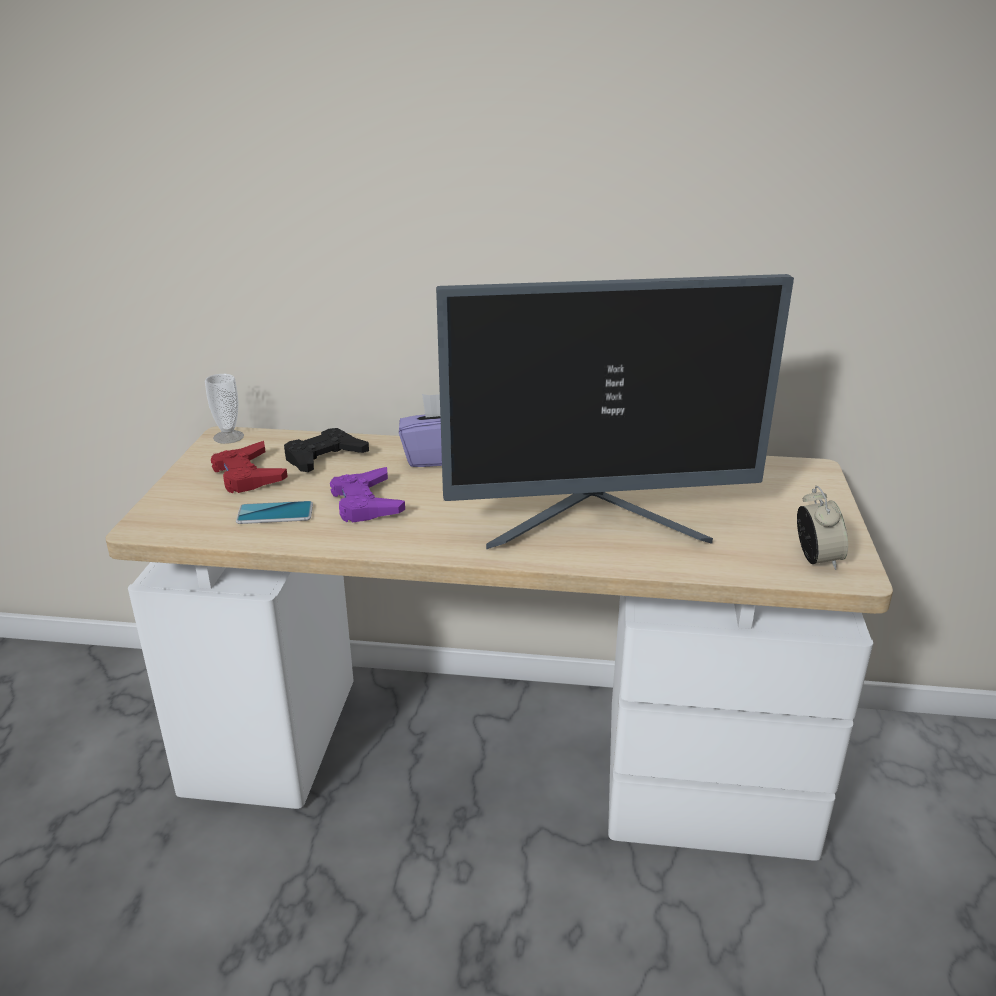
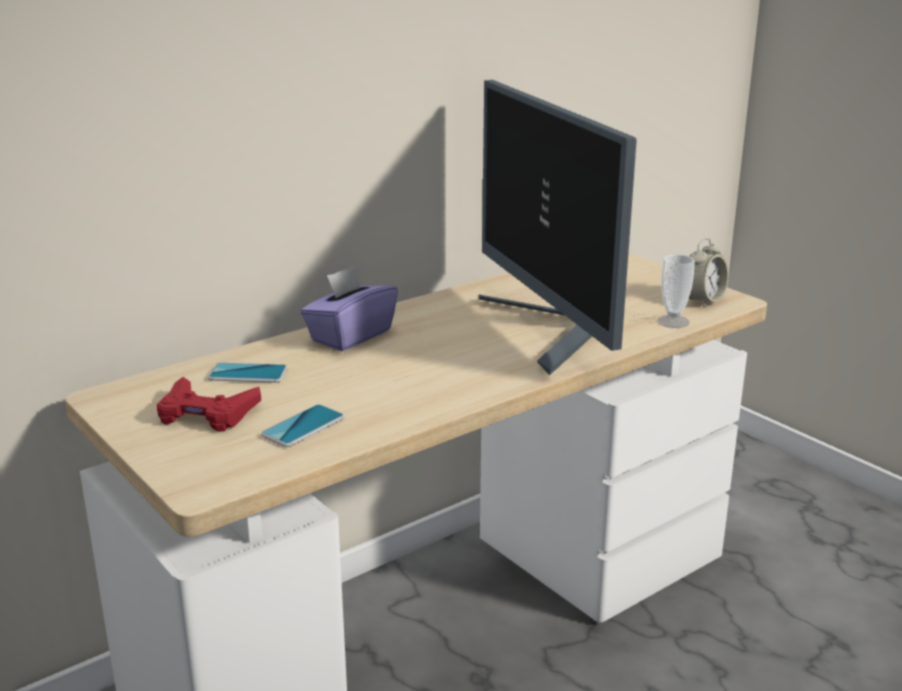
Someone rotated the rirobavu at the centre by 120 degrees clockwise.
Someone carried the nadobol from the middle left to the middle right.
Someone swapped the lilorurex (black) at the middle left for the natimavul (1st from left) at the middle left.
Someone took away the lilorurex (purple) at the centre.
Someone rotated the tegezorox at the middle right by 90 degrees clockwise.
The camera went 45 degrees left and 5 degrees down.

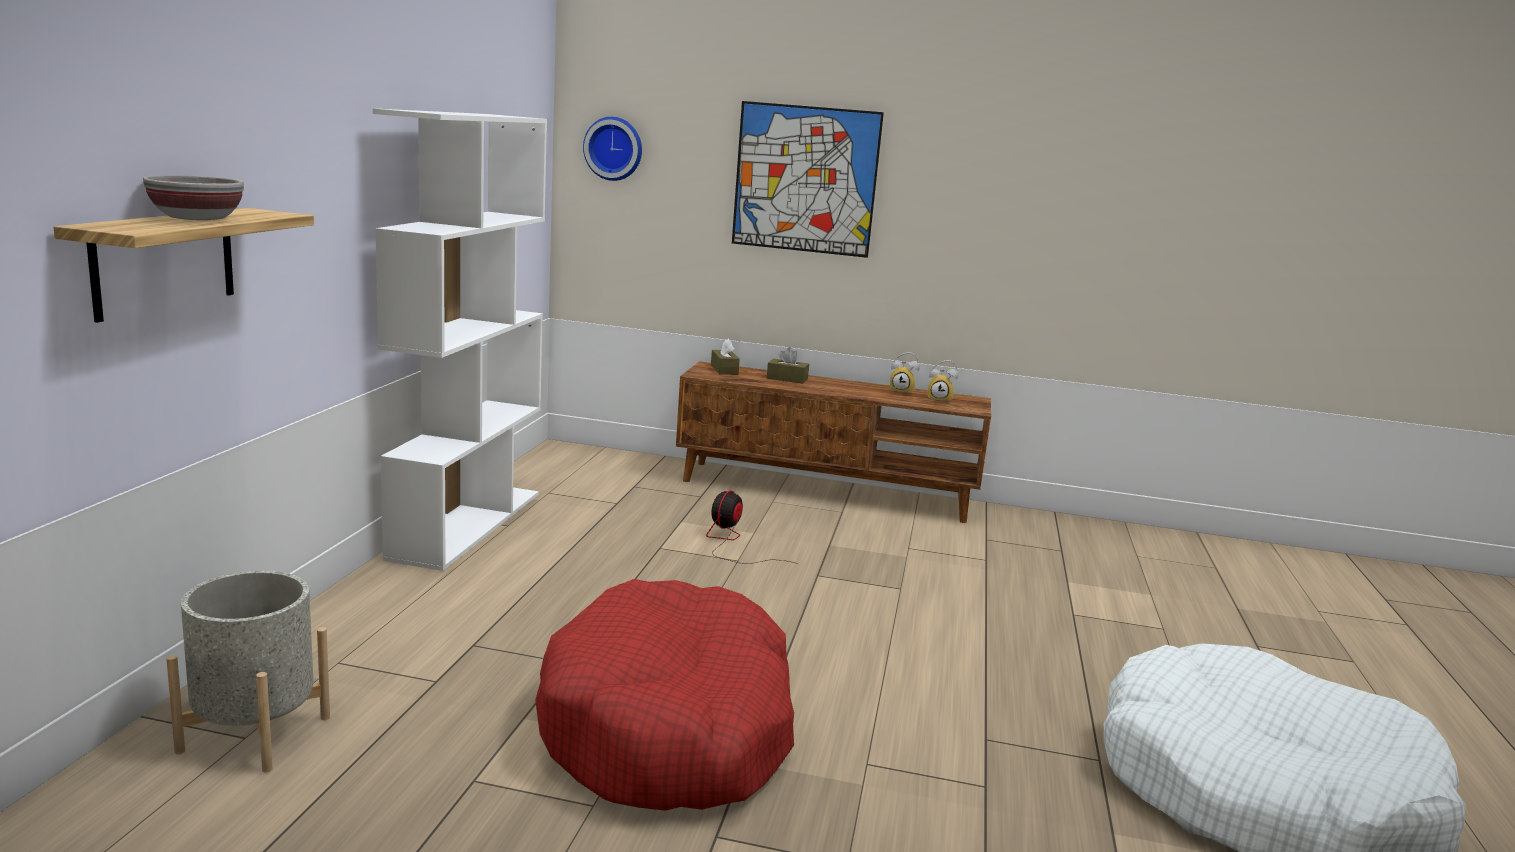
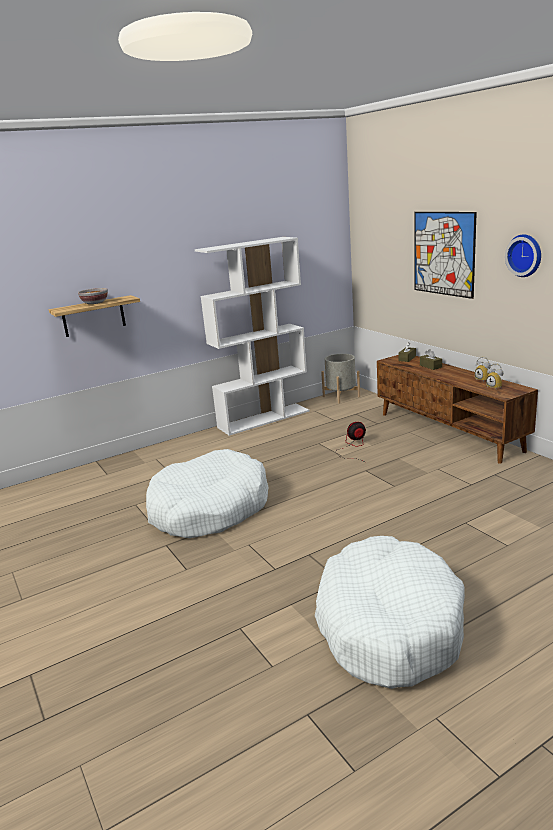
Someone carried the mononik from the top centre to the top right.
Someone carried the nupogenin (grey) from the bottom left to the centre.
Someone repainted the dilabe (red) at the bottom centre, which became the dilabe (white) (1st from left) at the centre.
The camera went 50 degrees right and 5 degrees up.

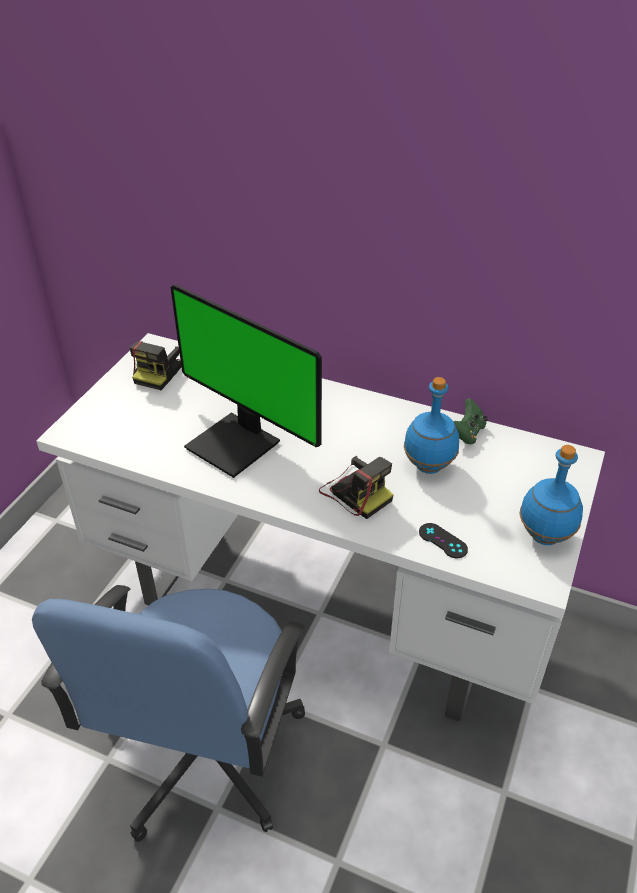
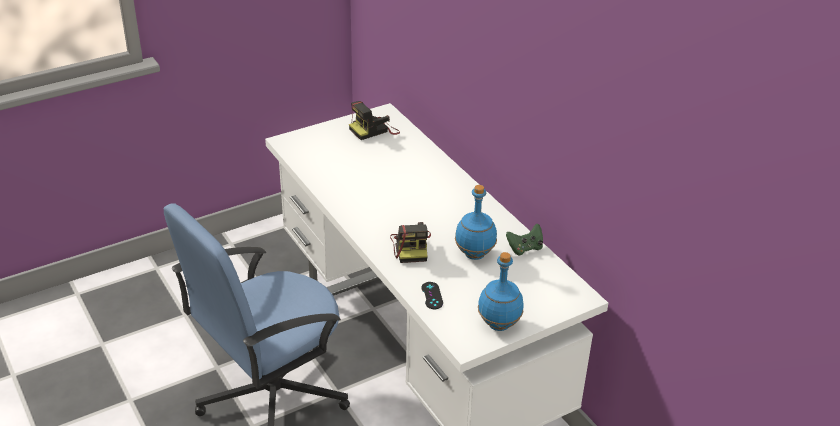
Someone took away the rirobavu at the centre.
The camera went 35 degrees right and 5 degrees down.

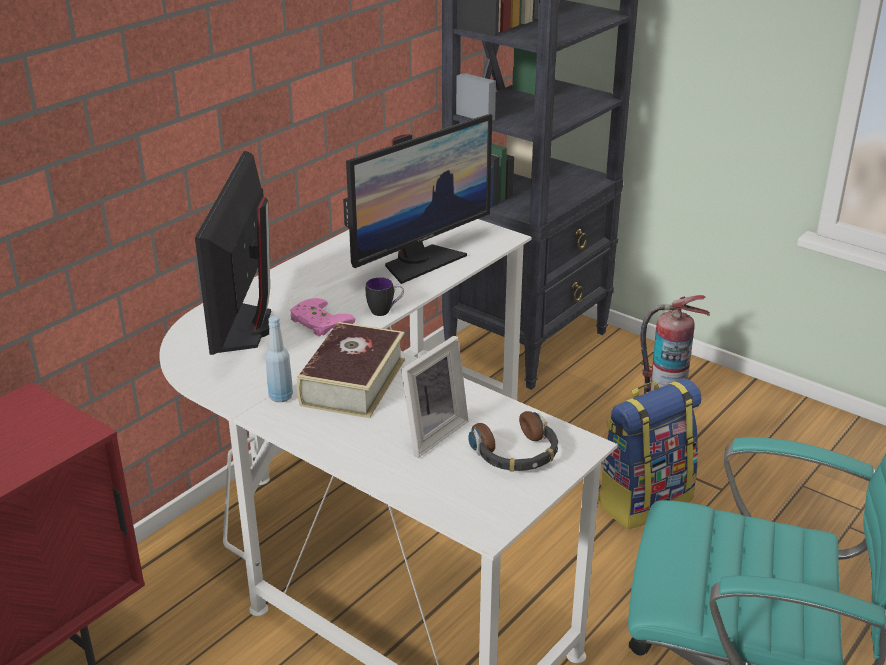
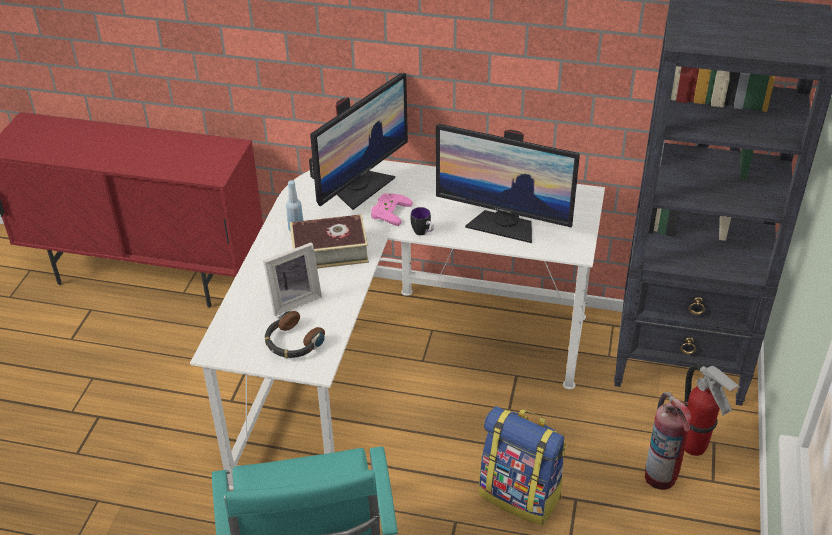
Someone rotated the rirobavu (1st from left) at the middle left by 150 degrees clockwise.
Someone rotated the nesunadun at the centre by 45 degrees counterclockwise.
Someone put down the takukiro (2nd from left) at the bottom right.
The camera went 65 degrees right and 10 degrees up.

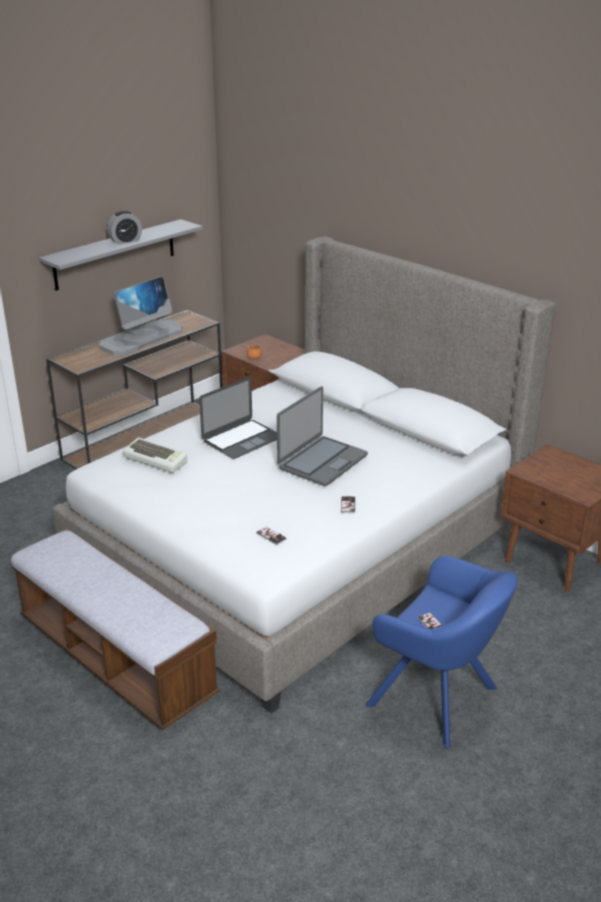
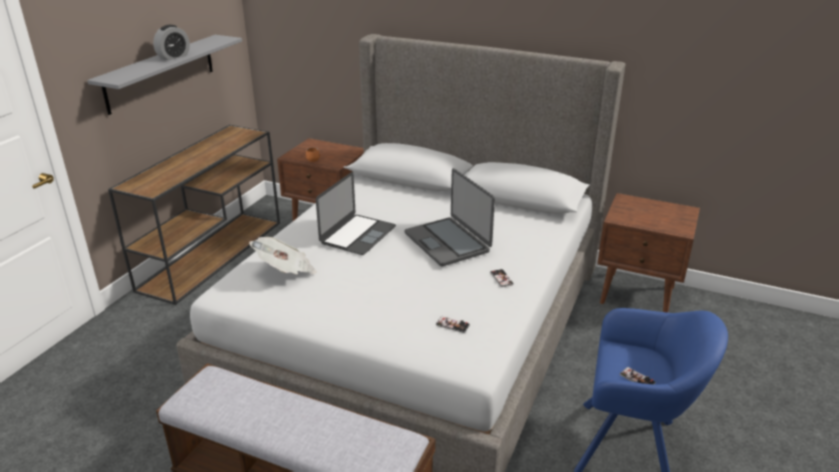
Someone took away the rirobavu at the middle left.
Someone rotated the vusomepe (2nd from left) at the centre by 135 degrees clockwise.
Someone swapped the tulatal at the middle left for the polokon at the centre.
The camera went 20 degrees left and 0 degrees up.

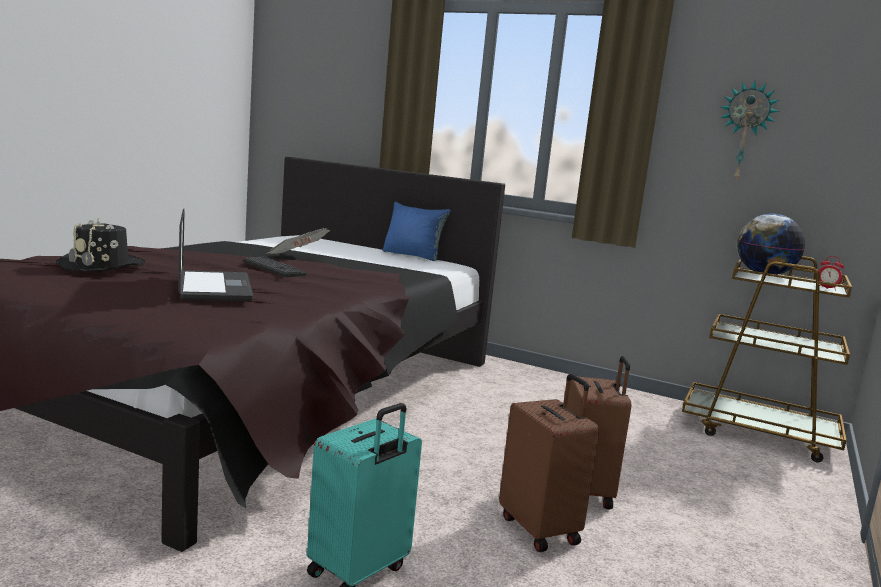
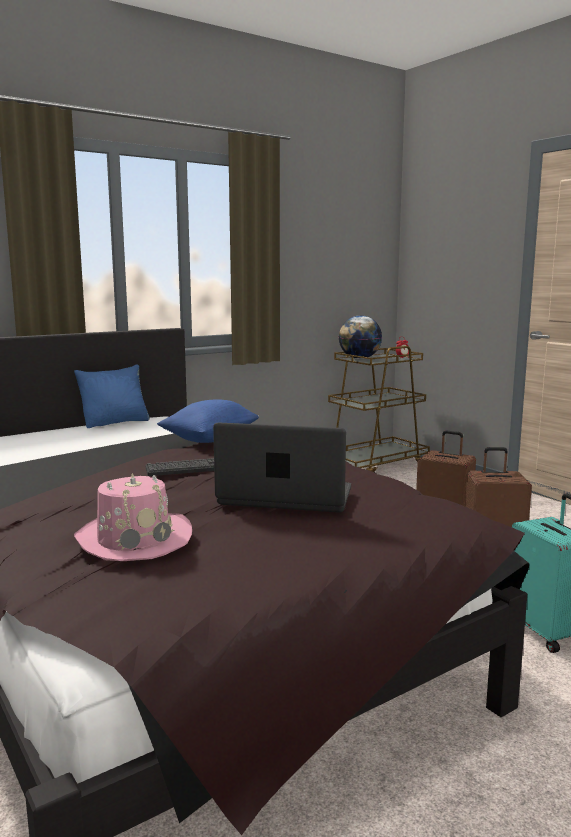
Someone took away the mononik at the top right.
Someone repainted the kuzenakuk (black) at the middle left, which became the kuzenakuk (pink) at the middle left.
Someone took away the polokon at the centre.
Someone put down the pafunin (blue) (2nd from left) at the centre.
The camera went 60 degrees left and 0 degrees up.

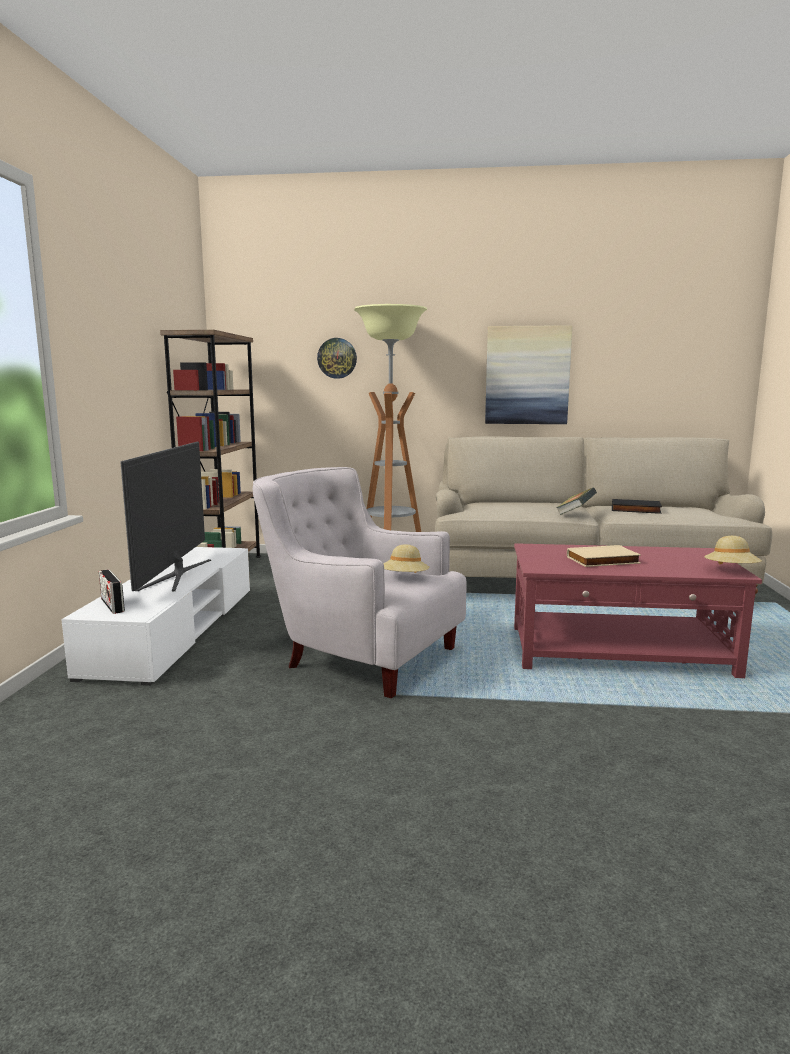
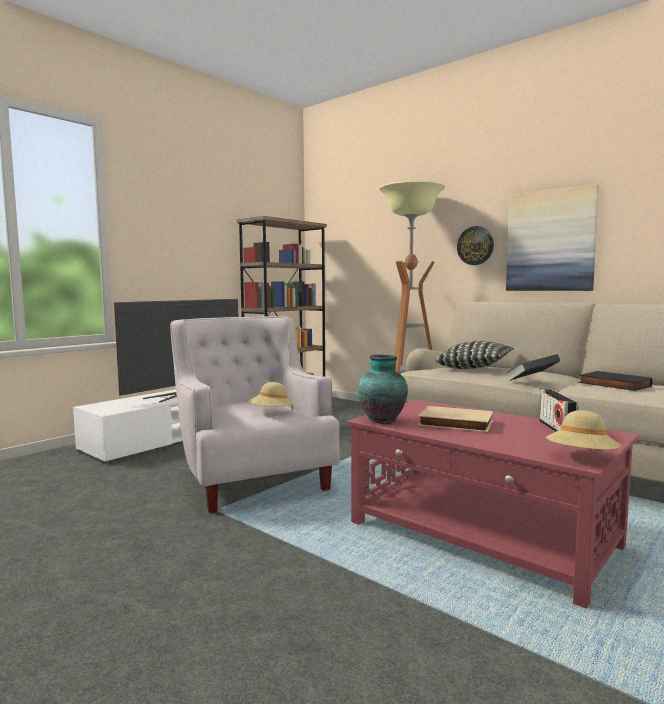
Someone carried the mononik from the centre to the middle right.
Someone carried the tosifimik from the middle left to the middle right.
Someone put down the pafunin at the middle right.
Someone put down the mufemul at the centre.
The camera went 35 degrees right and 5 degrees down.

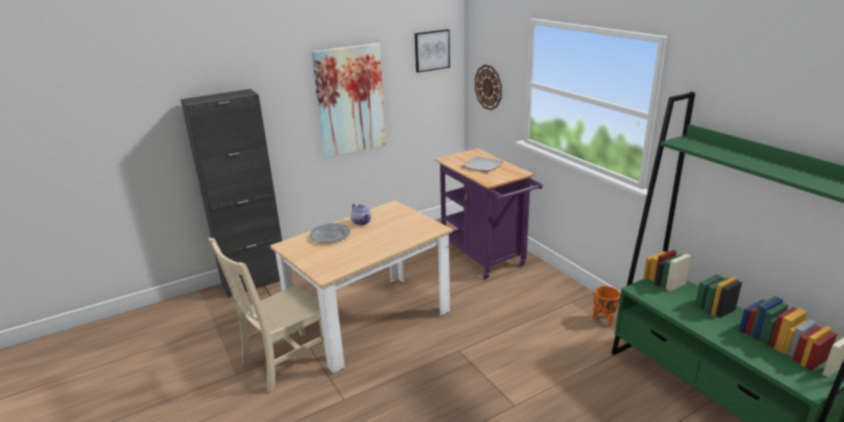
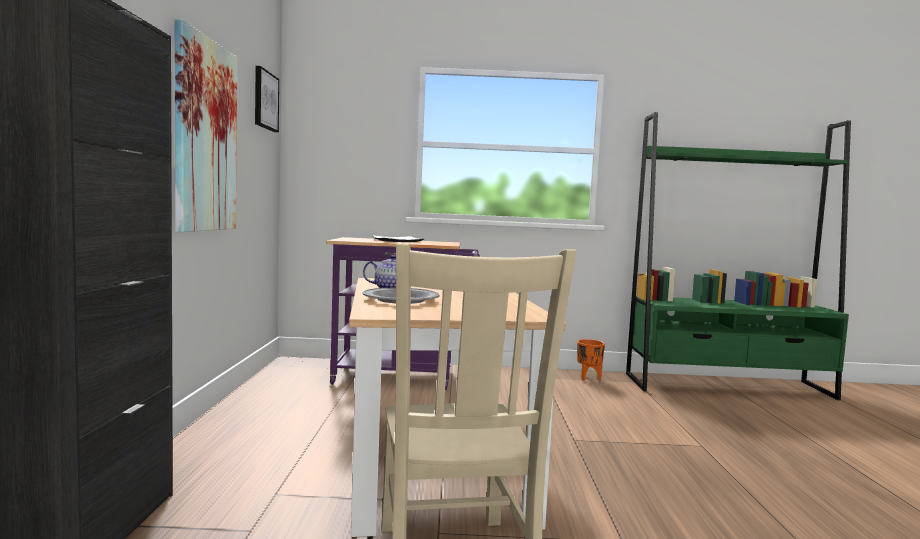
Someone took away the mononik at the top centre.
The camera went 60 degrees left and 20 degrees down.

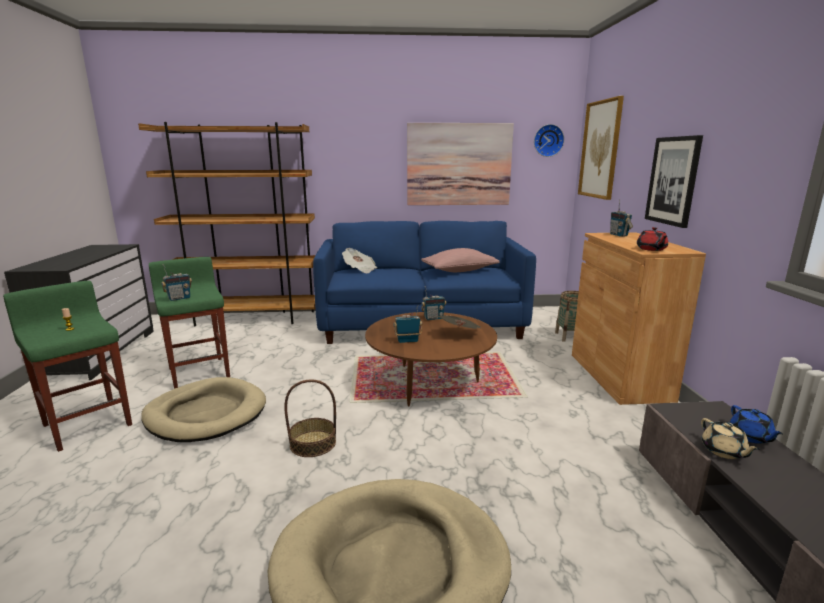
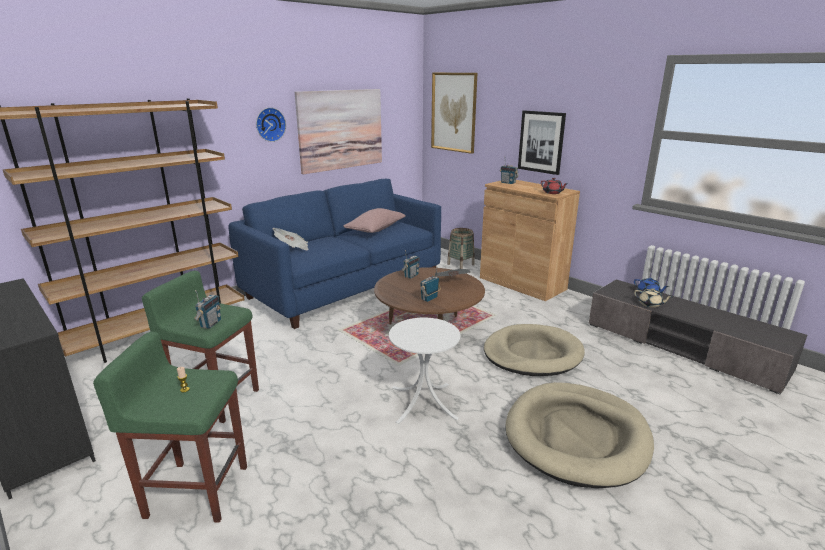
Someone carried the mononik from the top centre to the top left.
Someone carried the dilabe (beige) (1st from left) from the bottom left to the centre.
Someone swapped the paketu (1st from left) at the bottom centre for the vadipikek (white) at the bottom centre.
The camera went 40 degrees left and 5 degrees up.

